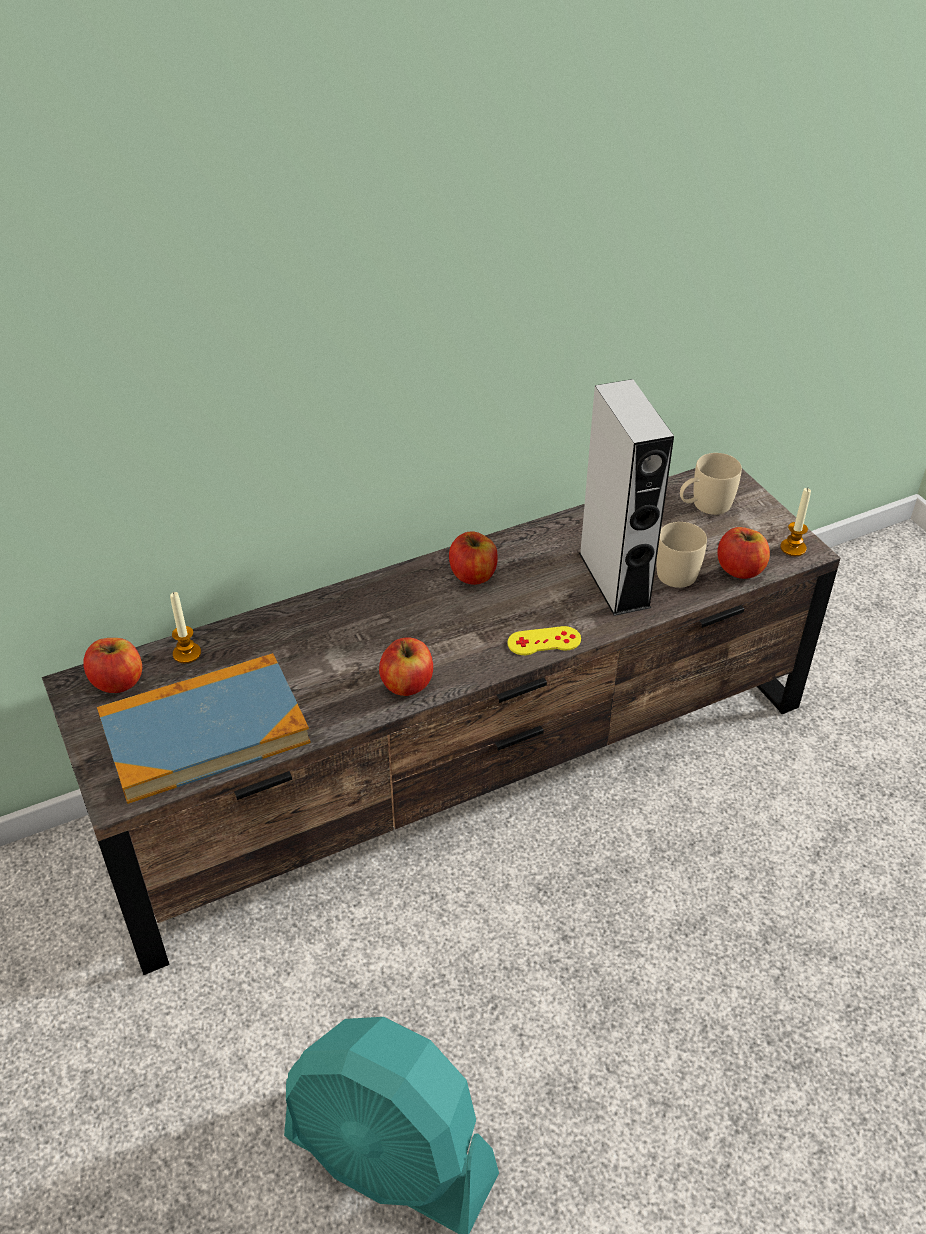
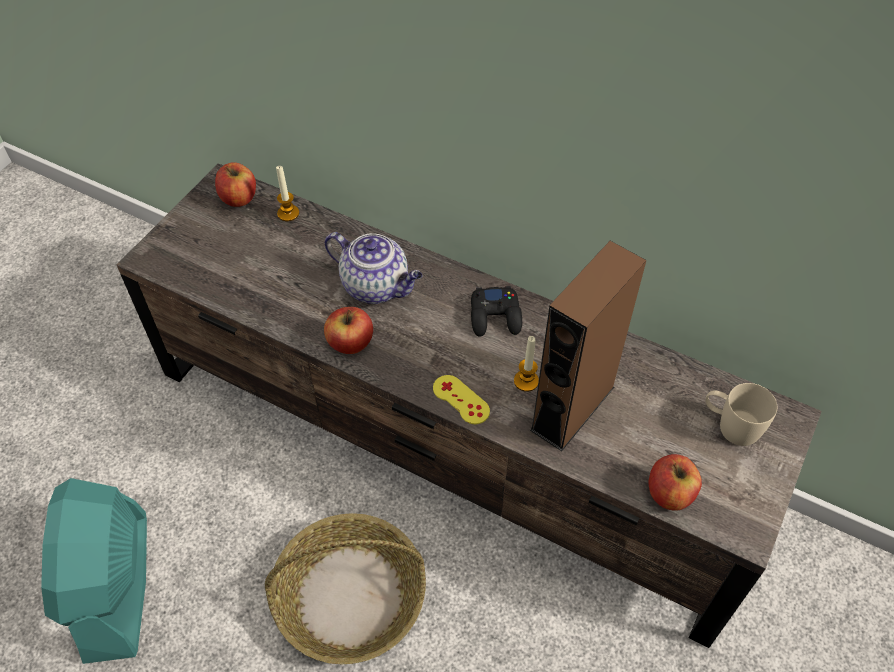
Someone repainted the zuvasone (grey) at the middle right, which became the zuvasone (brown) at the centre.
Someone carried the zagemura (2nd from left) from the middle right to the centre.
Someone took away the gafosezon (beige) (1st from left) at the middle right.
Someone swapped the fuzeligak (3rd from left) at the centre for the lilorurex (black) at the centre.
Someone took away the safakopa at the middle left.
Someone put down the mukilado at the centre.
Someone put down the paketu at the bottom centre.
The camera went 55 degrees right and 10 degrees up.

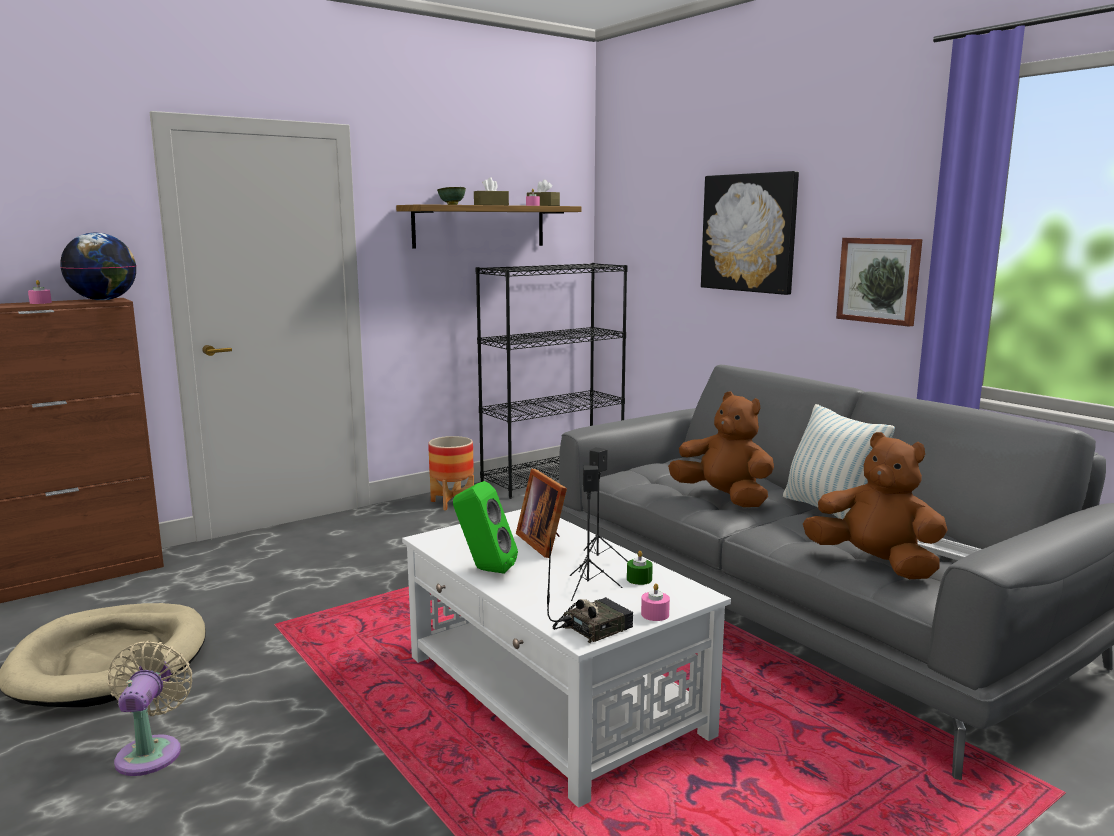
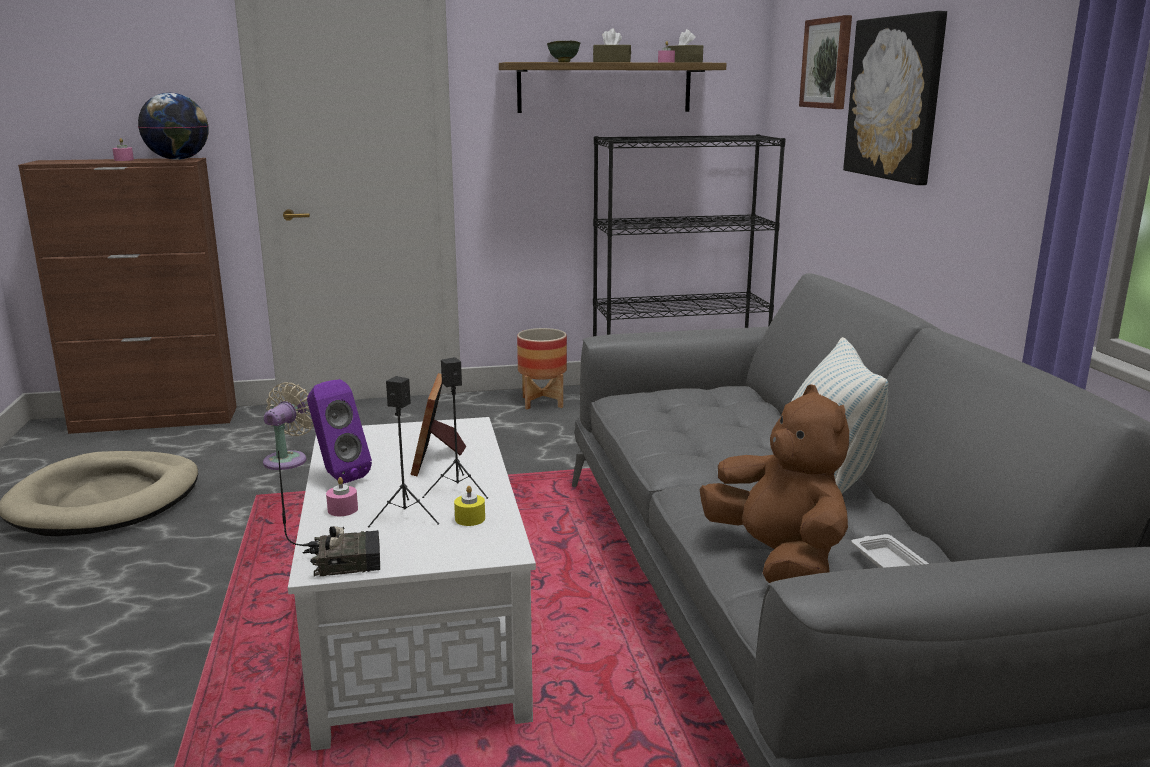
Someone carried the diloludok (2nd from left in the first image) from the middle right to the top right.
Someone took away the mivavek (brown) (1st from left) at the centre.
Someone repainted the zuvasone (green) at the centre, which became the zuvasone (purple) at the middle left.
Someone repainted the zagemura (green) at the bottom centre, which became the zagemura (yellow) at the centre.
Someone carried the zagemura (pink) (3rd from left in the first image) from the bottom centre to the middle left.
Someone carried the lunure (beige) from the bottom left to the middle left.
The camera went 25 degrees right and 5 degrees up.

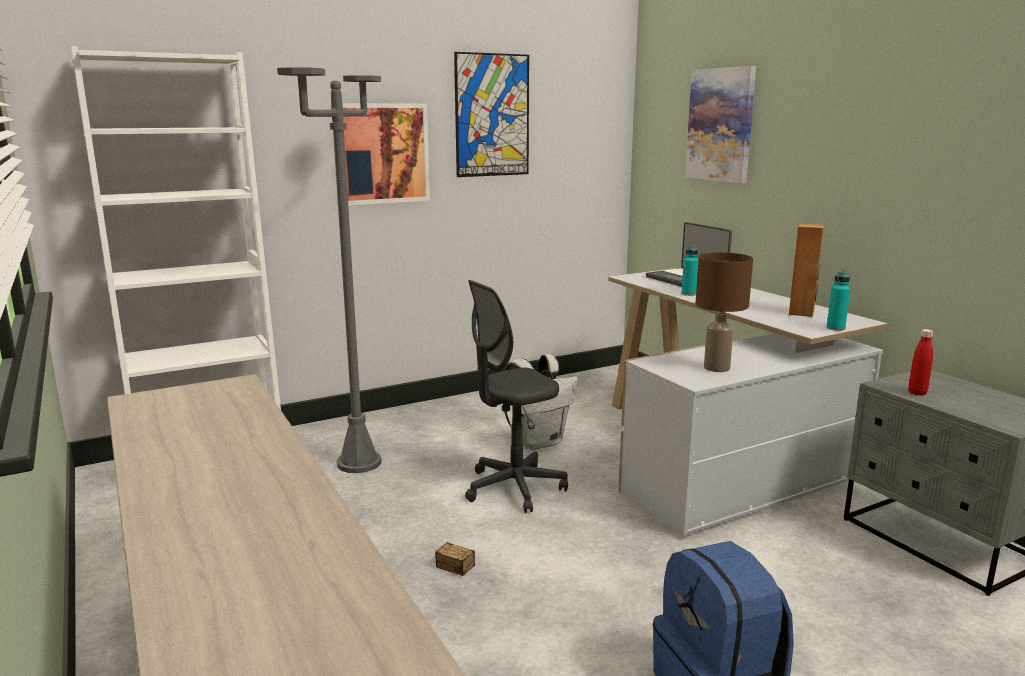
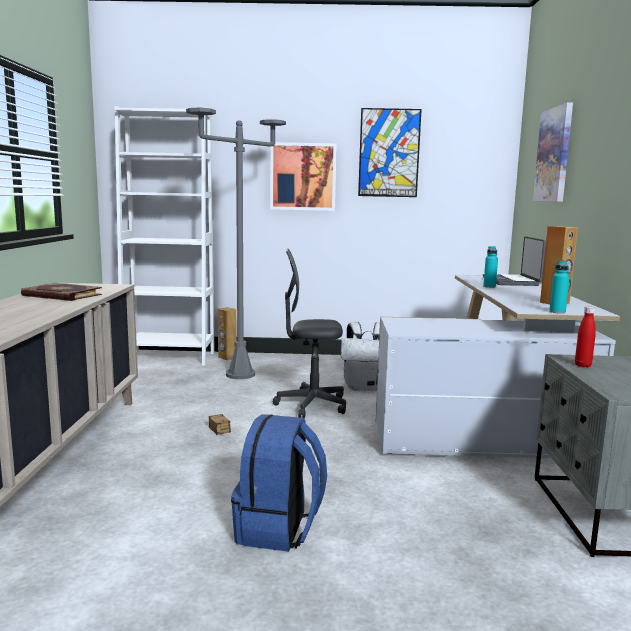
Someone took away the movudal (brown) at the middle right.
Someone put down the safakopa at the middle left.
Someone put down the zuvasone (brown) (1st from left) at the centre.
The camera went 30 degrees right and 5 degrees down.

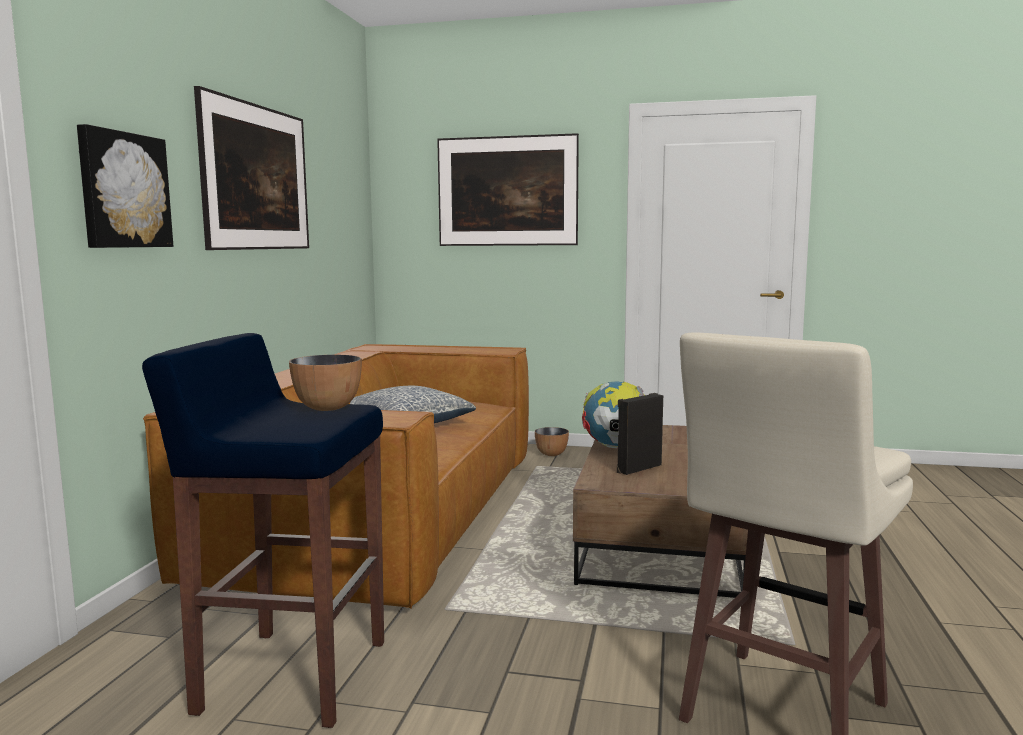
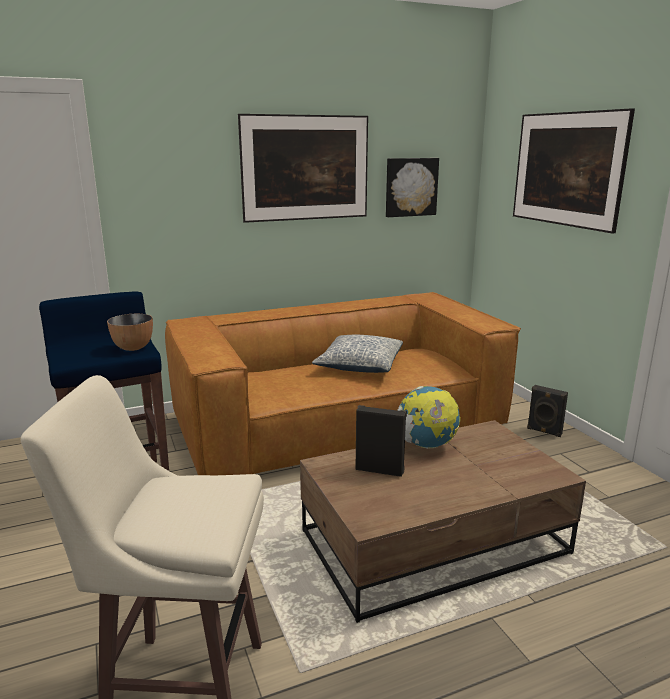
Someone carried the diloludok (1st from left in the first image) from the top left to the top centre.
Someone swapped the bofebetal (2nd from left) at the centre for the zuvasone (black) (2nd from left) at the middle right.
The camera went 55 degrees right and 10 degrees up.

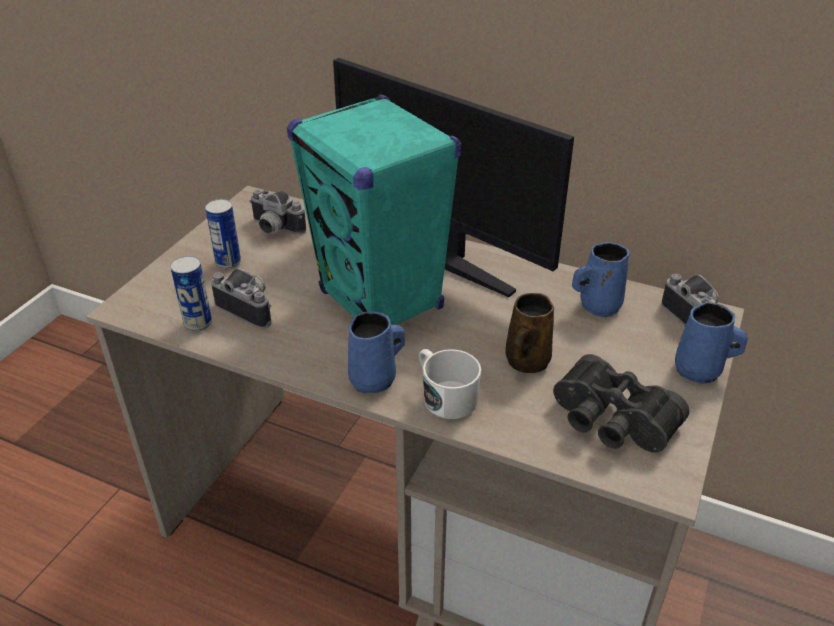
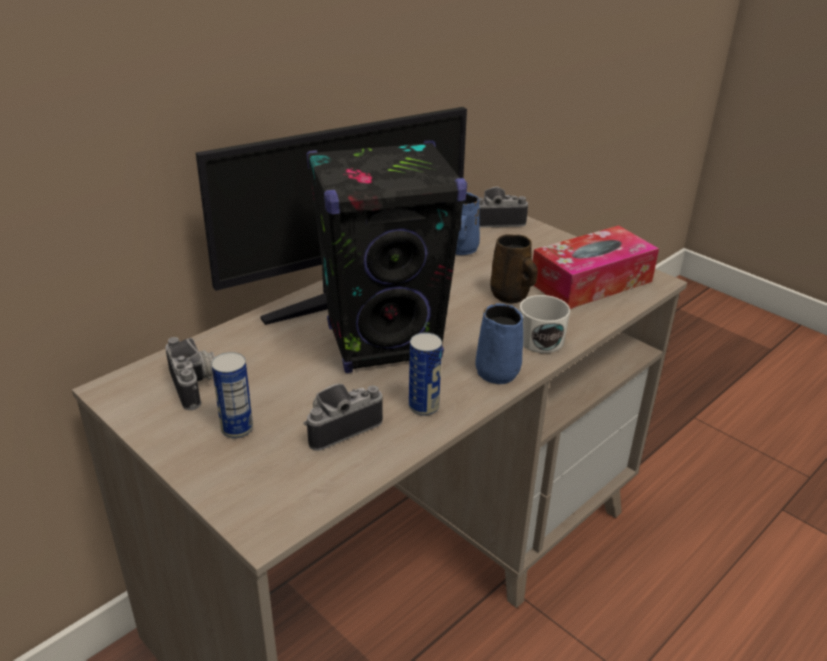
Someone repainted the zuvasone (turquoise) at the centre, which became the zuvasone (black) at the centre.
Someone rotated the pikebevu (2nd from left in the first image) at the middle left by 75 degrees counterclockwise.
Someone carried the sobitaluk (1st from left in the first image) from the middle left to the centre.
Someone took away the gafosezon (blue) (3rd from left) at the middle right.
Someone swapped the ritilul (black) at the middle right for the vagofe at the middle right.
The camera went 70 degrees left and 5 degrees down.

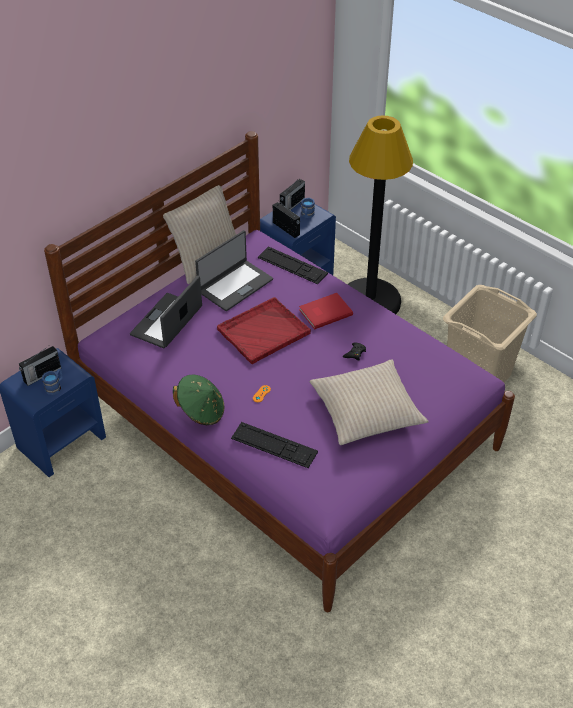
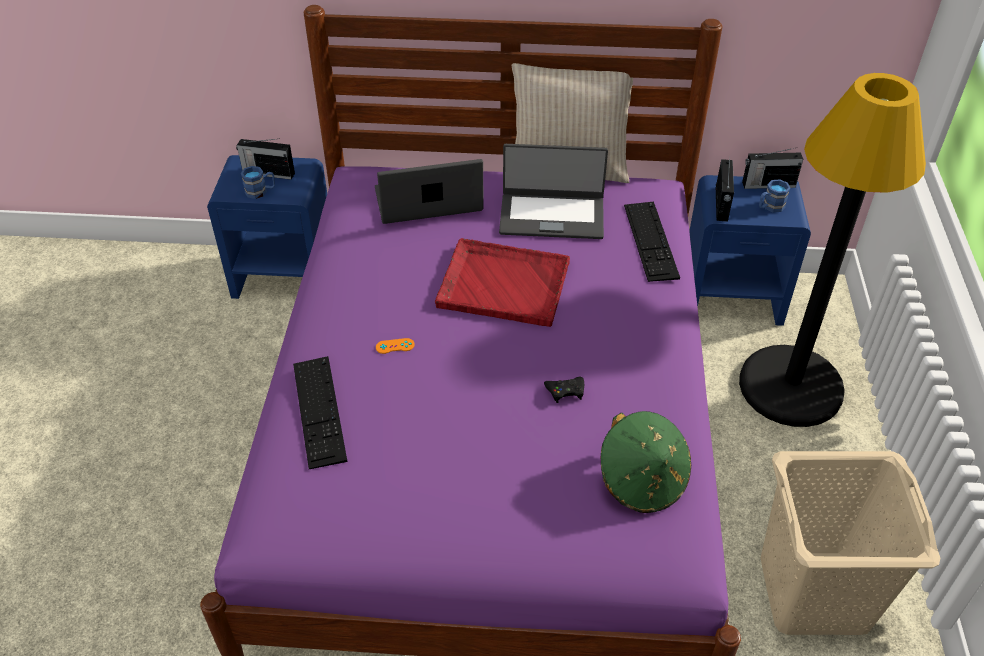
Someone took away the safakopa (red) at the centre.
Someone took away the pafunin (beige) (2nd from left) at the centre.
Someone carried the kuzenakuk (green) from the centre to the bottom centre.
The camera went 50 degrees right and 0 degrees up.

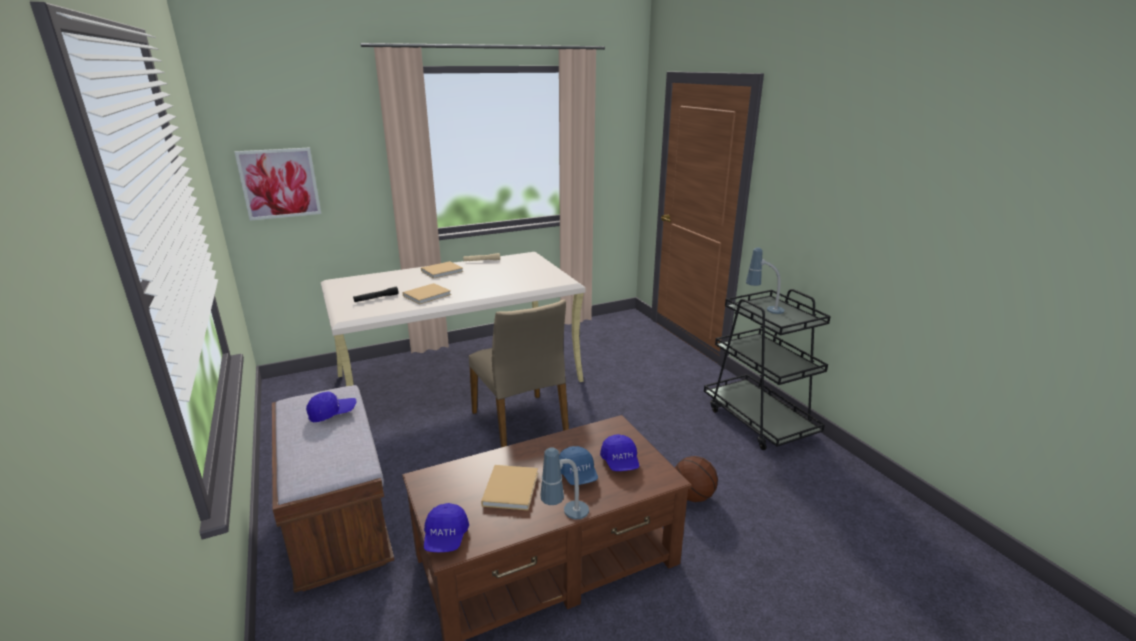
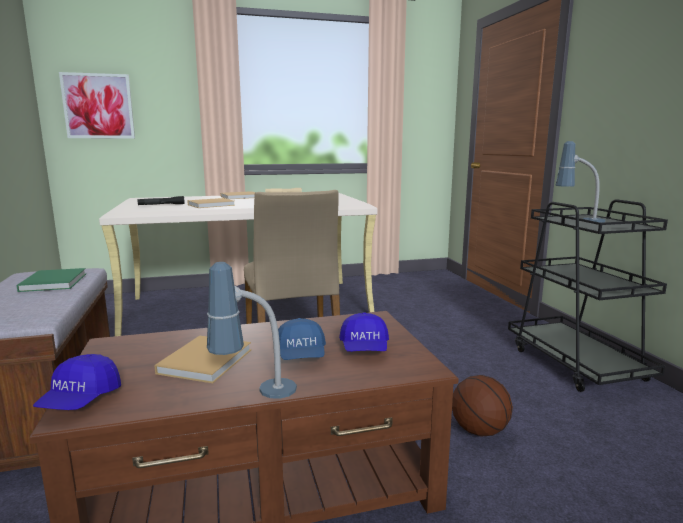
Someone swapped the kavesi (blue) (1st from left) at the middle left for the safakopa (green) at the middle left.
The camera went 10 degrees right and 10 degrees down.

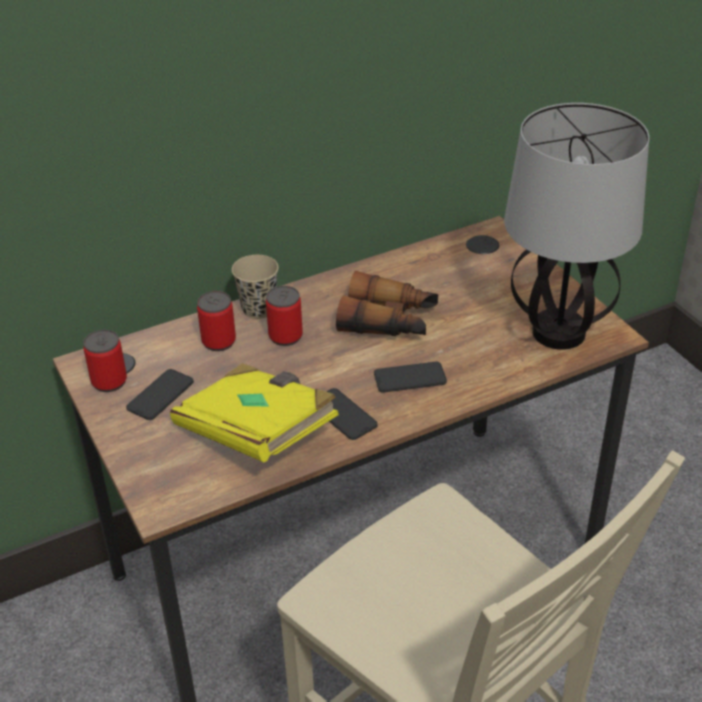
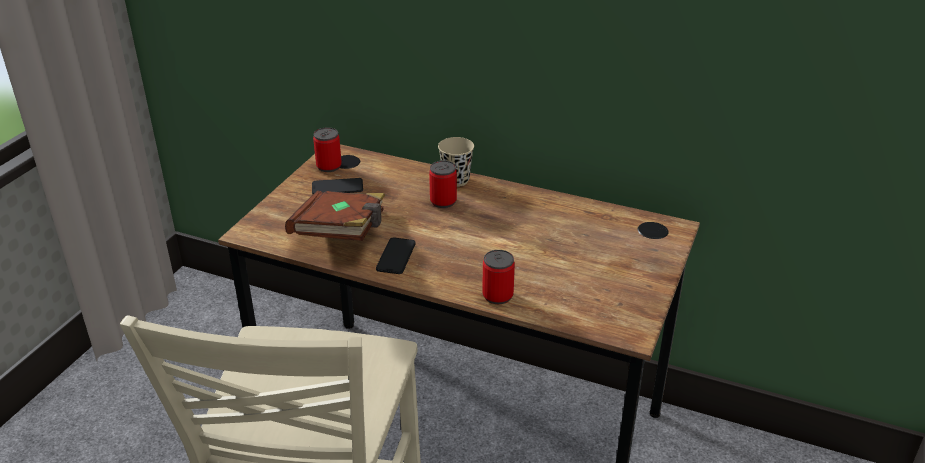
Someone took away the movudal at the top right.
Someone took away the ritilul at the centre.
Someone carried the sobitaluk (2nd from left in the first image) from the middle left to the centre.
Someone took away the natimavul (3rd from left) at the centre.
Someone repainted the safakopa (yellow) at the centre, which became the safakopa (brown) at the centre.
The camera went 50 degrees right and 5 degrees down.

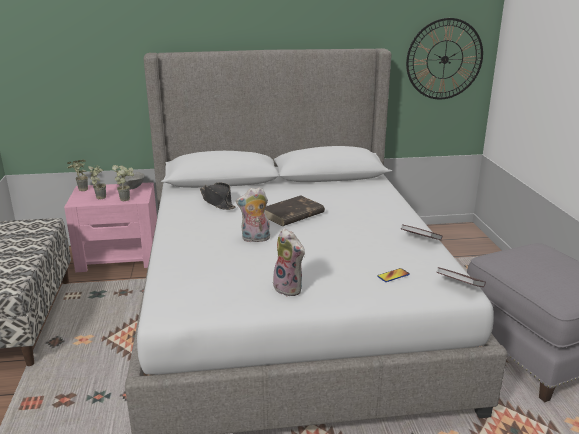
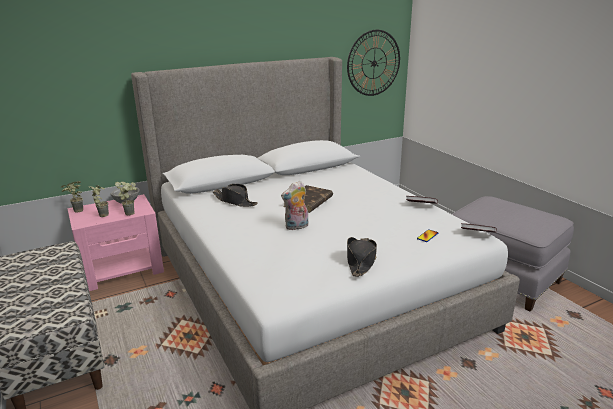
Someone swapped the mivavek (2nd from left) at the centre for the kuzenakuk (black) (2nd from left) at the centre.
The camera went 20 degrees left and 0 degrees up.

